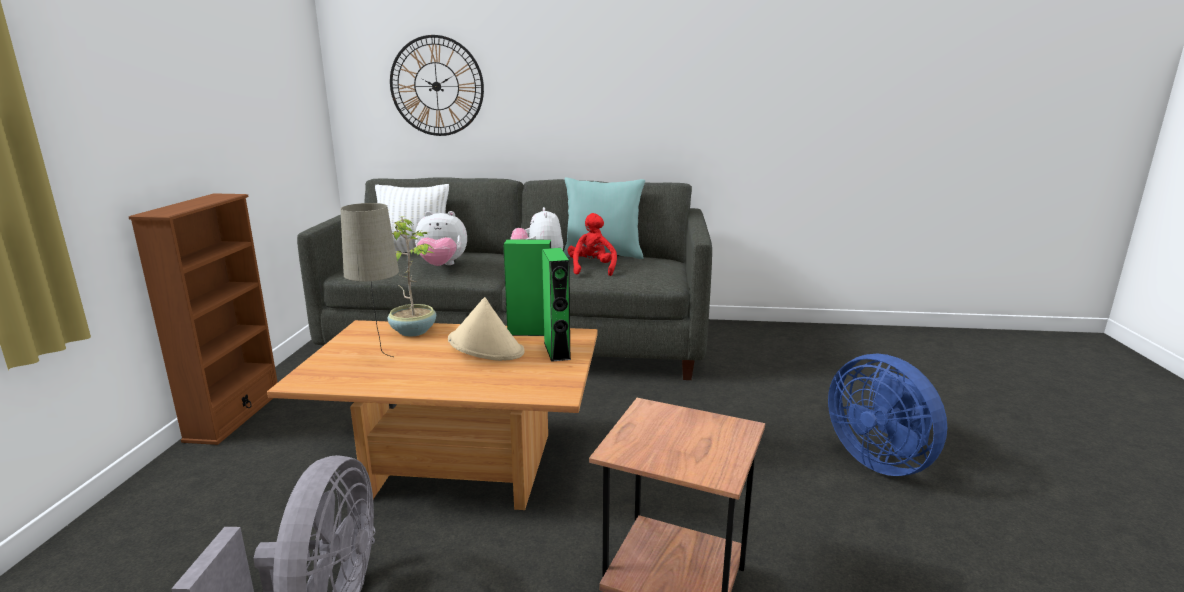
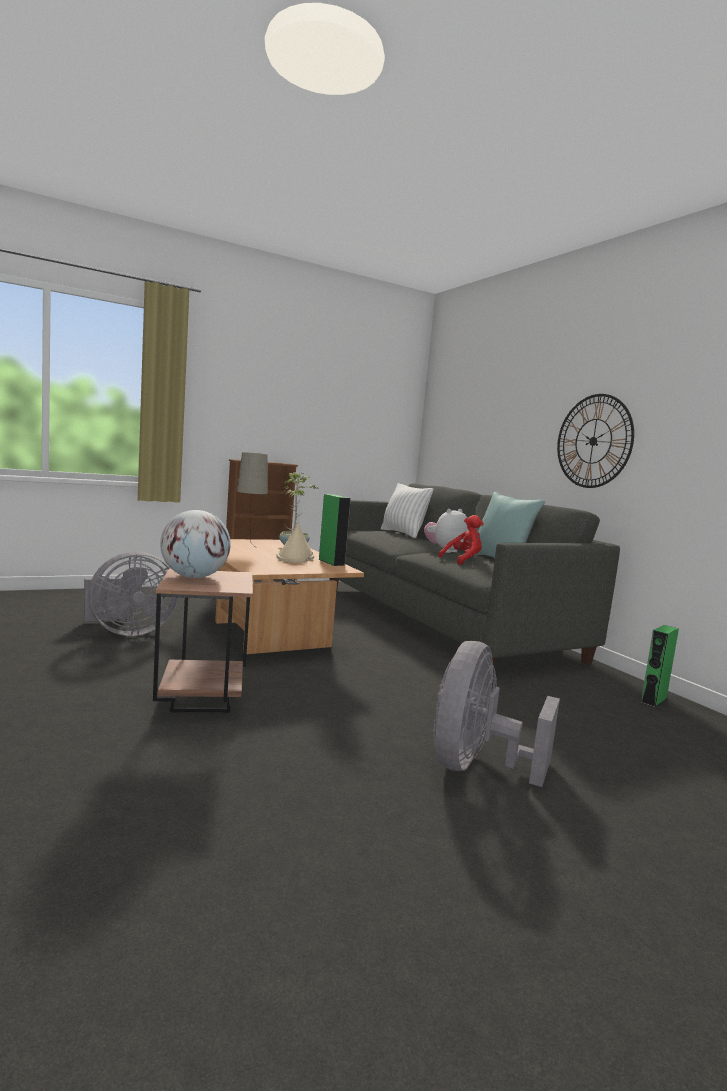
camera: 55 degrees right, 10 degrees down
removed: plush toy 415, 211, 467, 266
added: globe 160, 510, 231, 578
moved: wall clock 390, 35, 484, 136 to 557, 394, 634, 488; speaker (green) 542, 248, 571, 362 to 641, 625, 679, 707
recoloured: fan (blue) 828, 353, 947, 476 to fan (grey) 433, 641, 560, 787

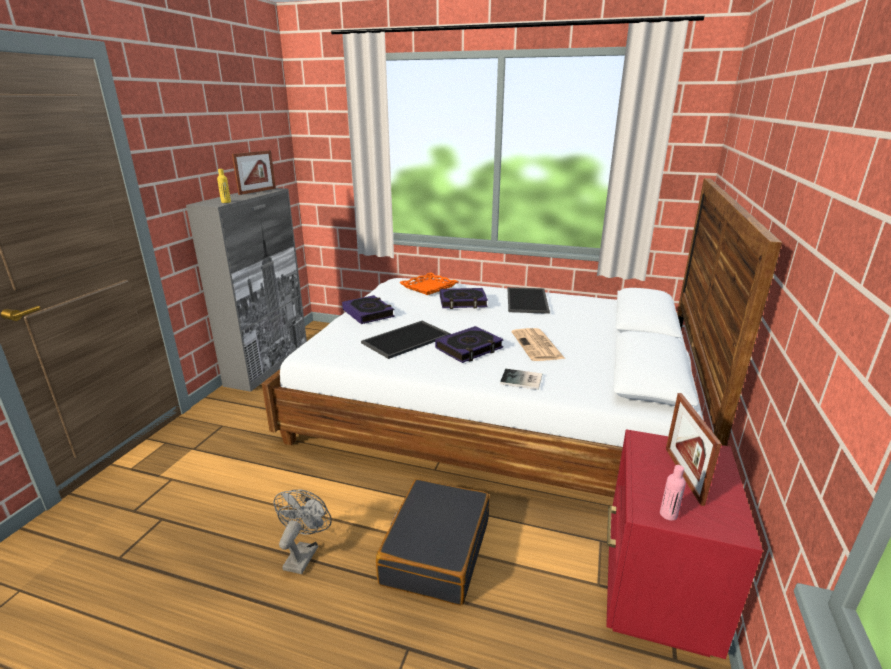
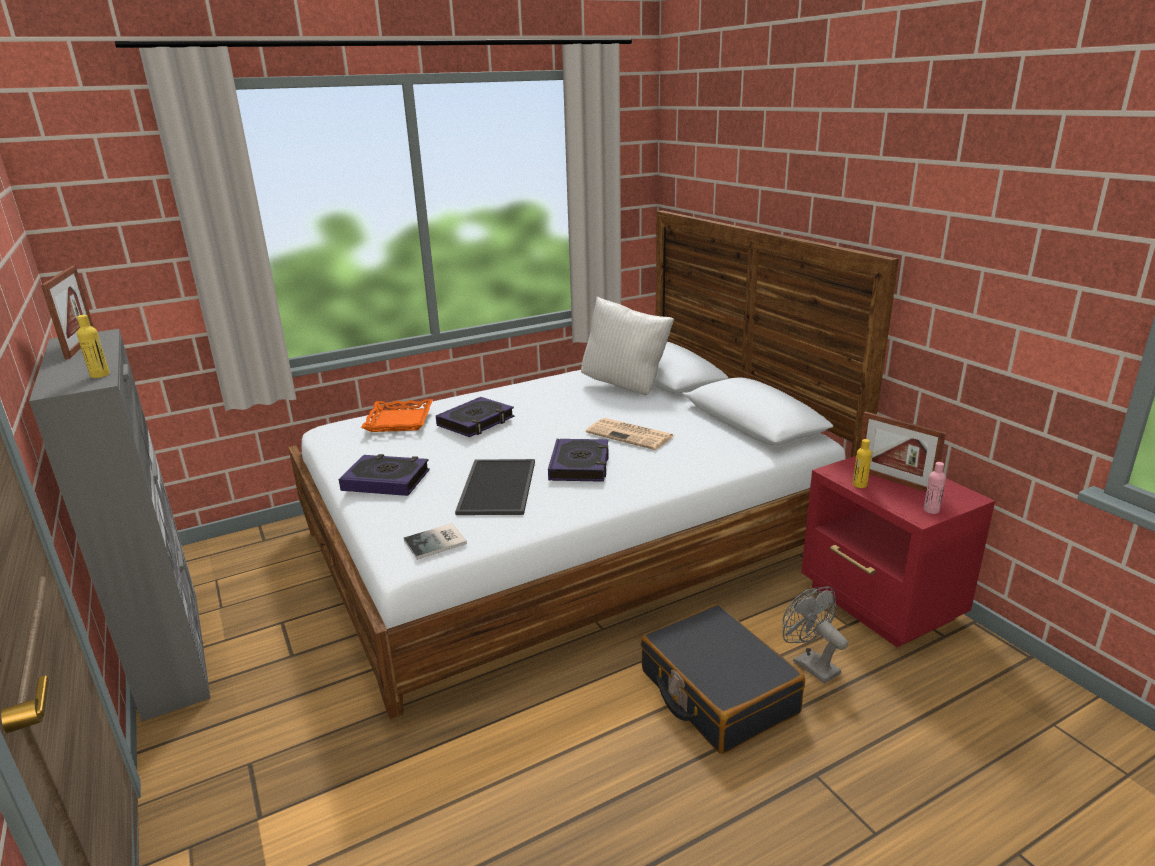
camera: 45 degrees left, 0 degrees up
removed: tray 507, 287, 550, 314
added: pillow (white) 581, 296, 674, 395; bottle (yellow) 853, 439, 872, 488
moved: book 500, 369, 542, 390 to 404, 523, 467, 560; fan (grey) 274, 490, 332, 574 to 783, 586, 848, 684

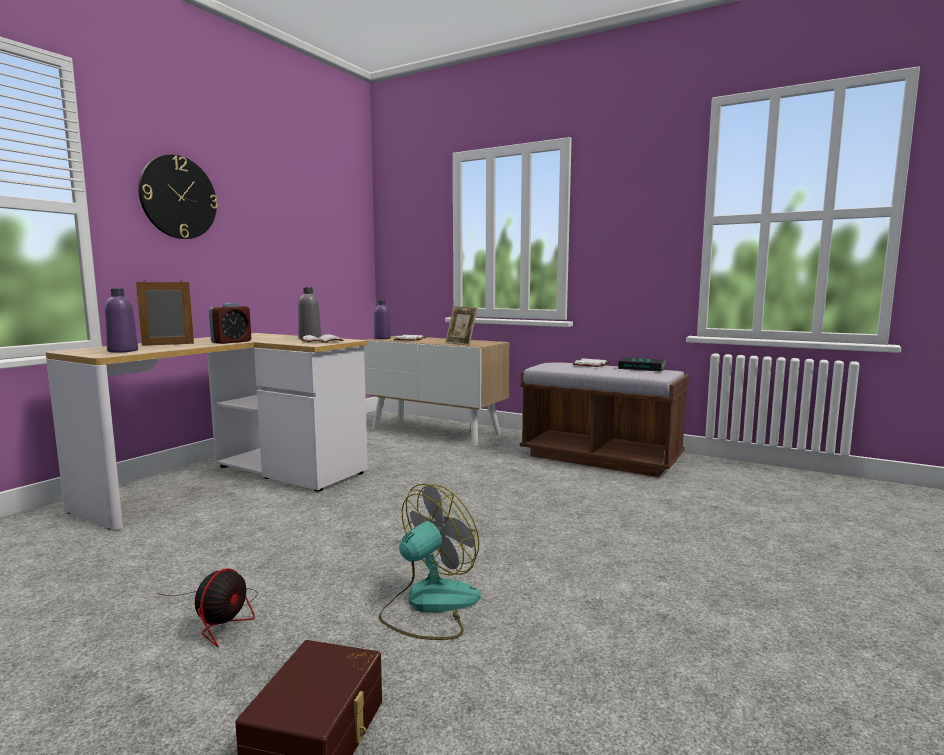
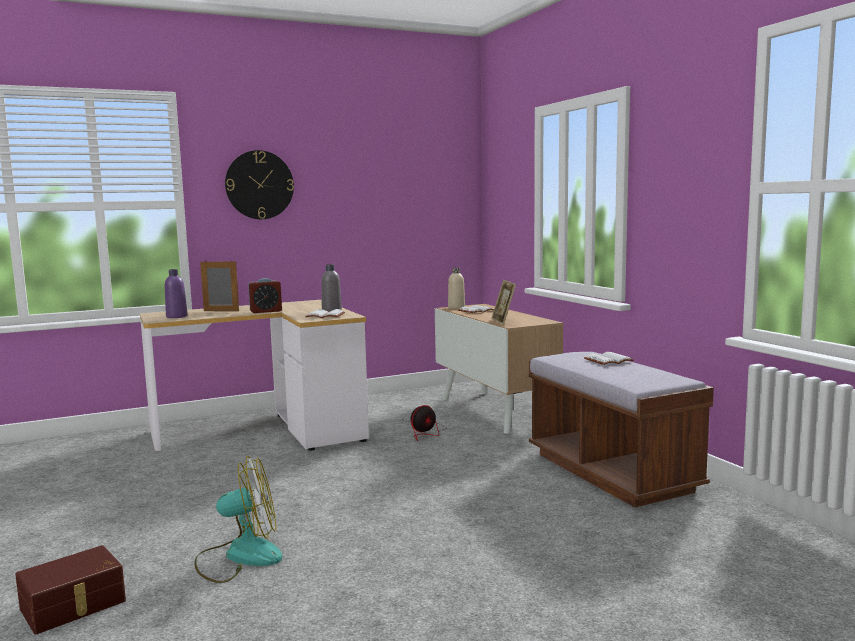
camera: 35 degrees right, 0 degrees up
removed: book 618, 357, 666, 372
moved: fan 156, 568, 258, 647 to 404, 405, 447, 441
recoloured: bottle (purple) 374, 300, 391, 339 to bottle (beige) 448, 268, 465, 309

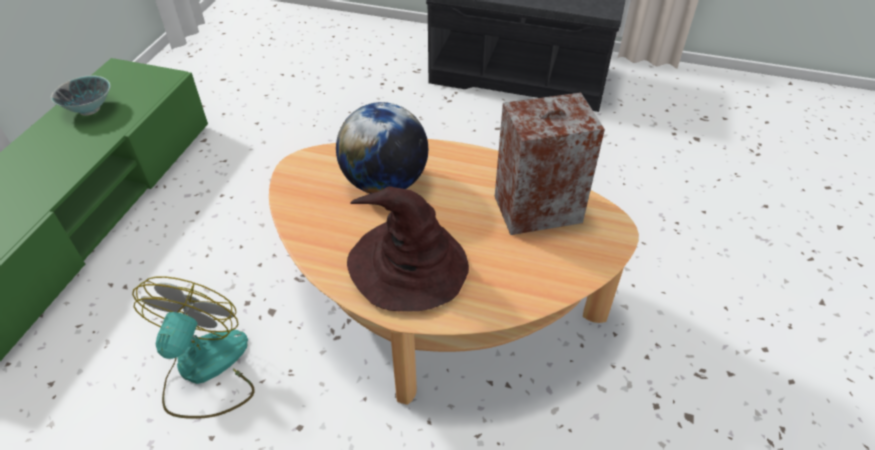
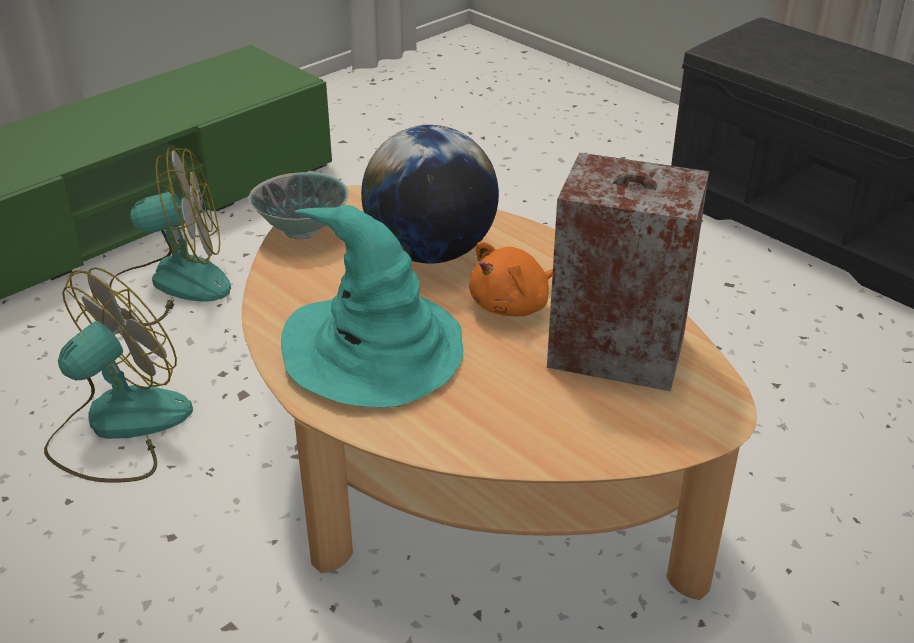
camera: 30 degrees right, 10 degrees down
added: fan 109, 145, 231, 326; plush toy (orange) 469, 242, 553, 316
moved: bowl 51, 75, 111, 116 to 249, 172, 349, 239
recoloured: hat (brown) 347, 186, 469, 311 to hat (turquoise) 281, 205, 463, 408

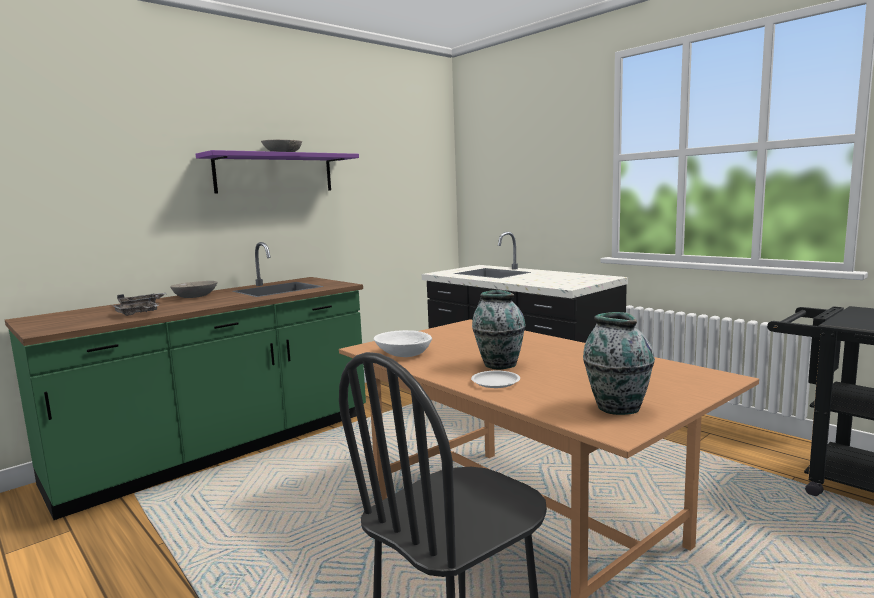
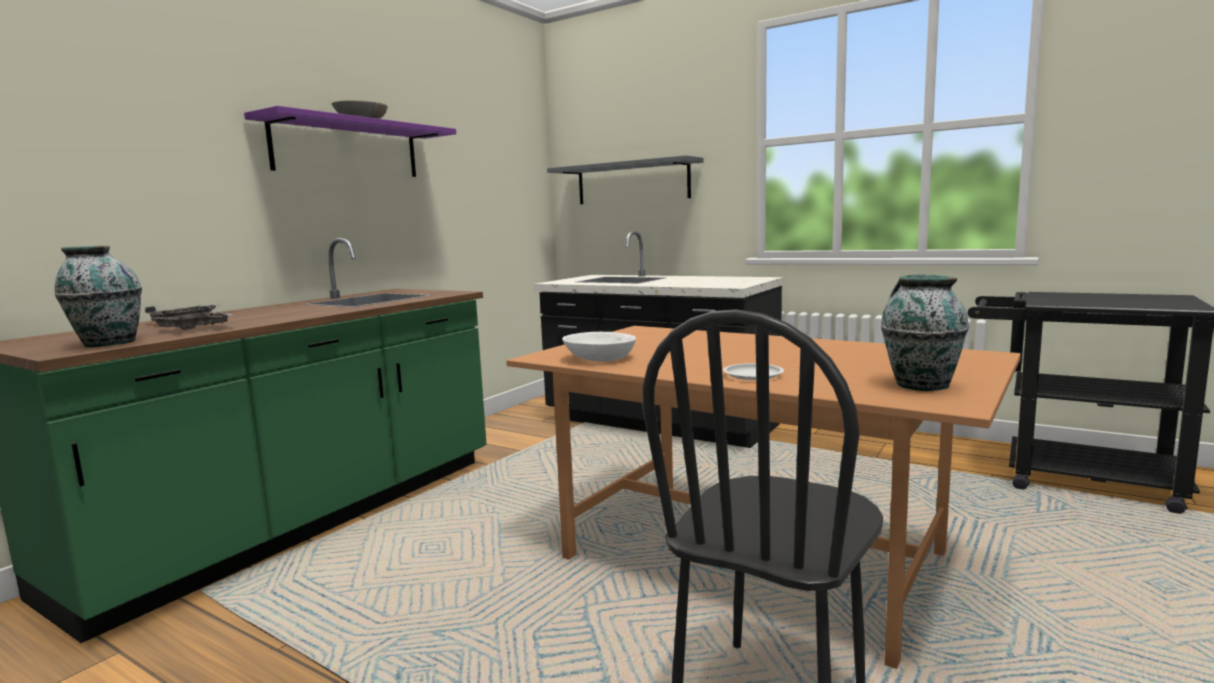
camera: 15 degrees left, 0 degrees up
removed: bowl (grey) 170, 281, 218, 298
added: shelf (grey) 547, 155, 704, 204
moved: vase 472, 290, 526, 370 to 55, 245, 142, 347

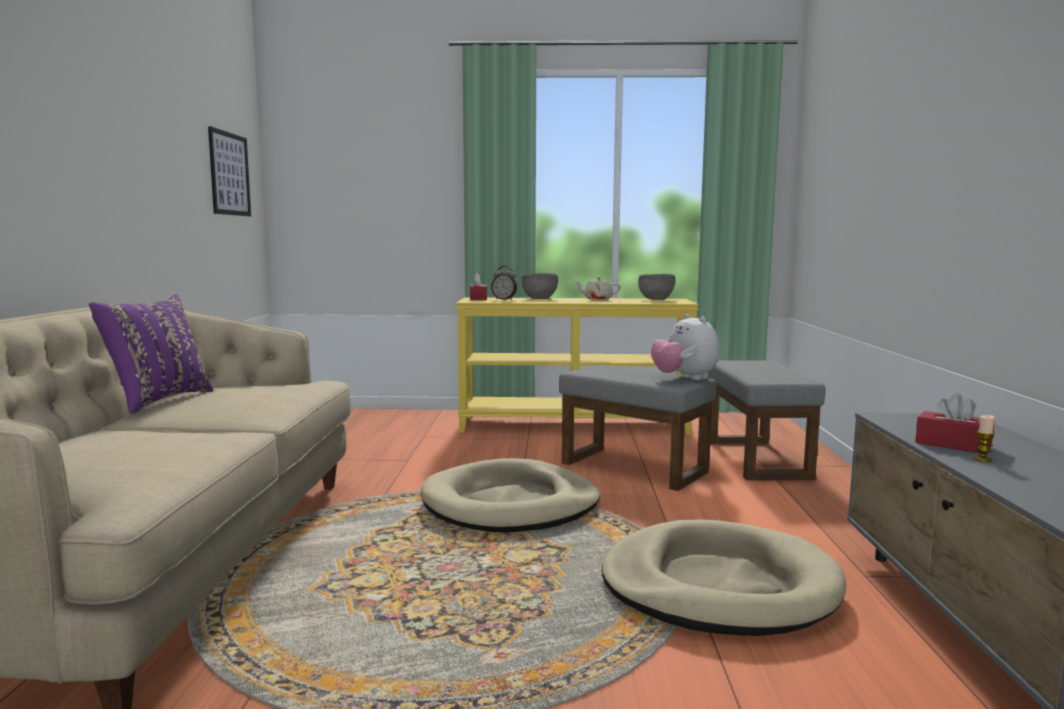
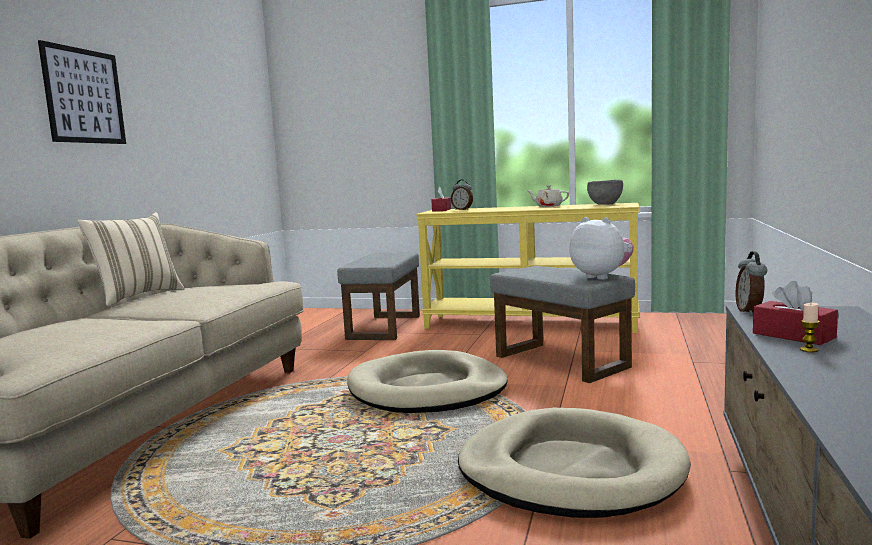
camera: 15 degrees right, 0 degrees up
removed: bowl (grey) 522, 273, 558, 299
added: alarm clock 736, 251, 767, 315
moved: picture 208, 126, 251, 216 to 38, 40, 126, 144; ottoman (grey) 708, 360, 825, 481 to 337, 253, 420, 340
recoloured: pillow (purple) 89, 294, 213, 414 to pillow (beige) 77, 212, 185, 306
turned: plush toy 651, 314, 719, 380 = 570, 217, 634, 280 150 degrees clockwise

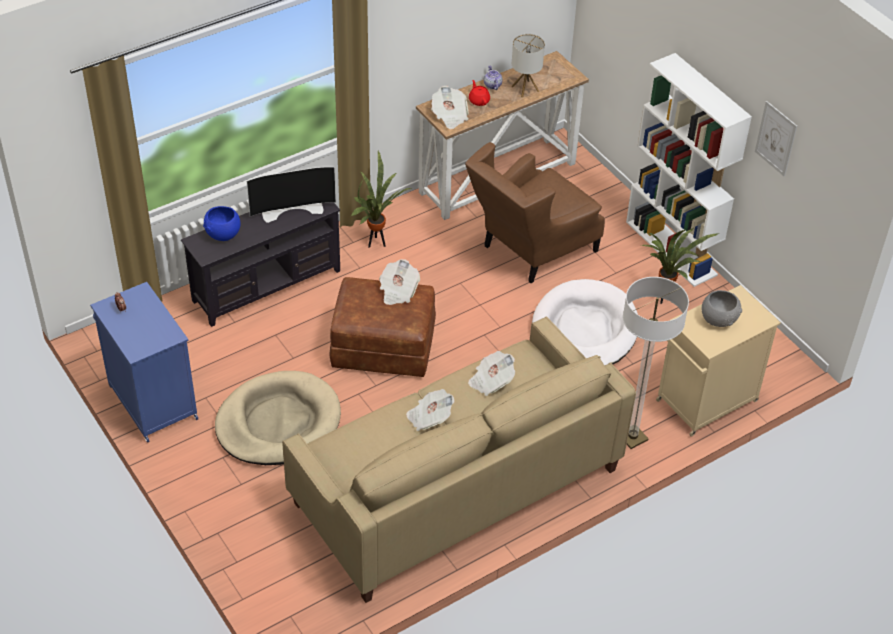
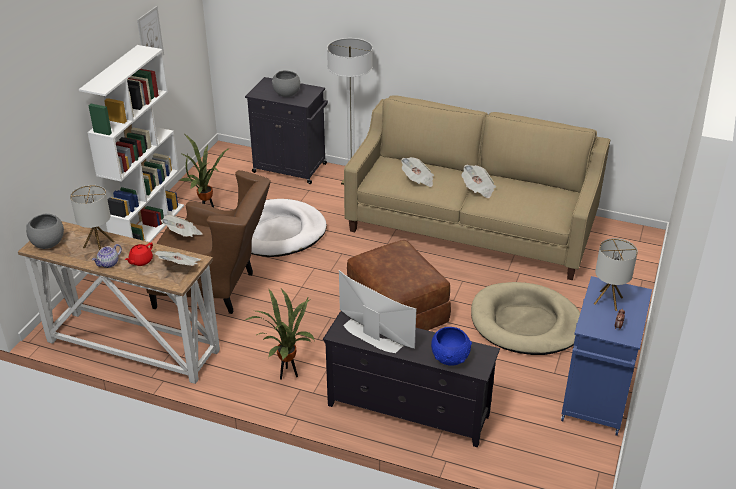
camera: 125 degrees left, 10 degrees down
added: bowl (grey) 26, 214, 64, 249; table lamp 594, 238, 638, 311
moved: newspaper 379, 259, 420, 305 to 160, 215, 203, 237
recoloured: cabinet (beige) 656, 285, 781, 437 to cabinet (black) 245, 77, 328, 184

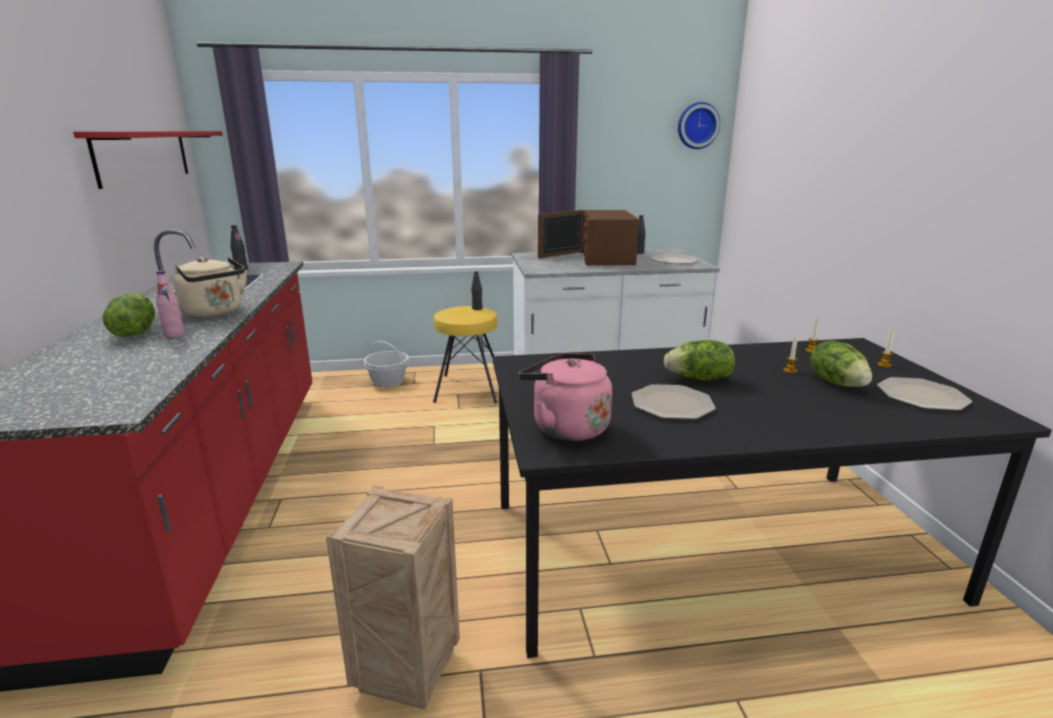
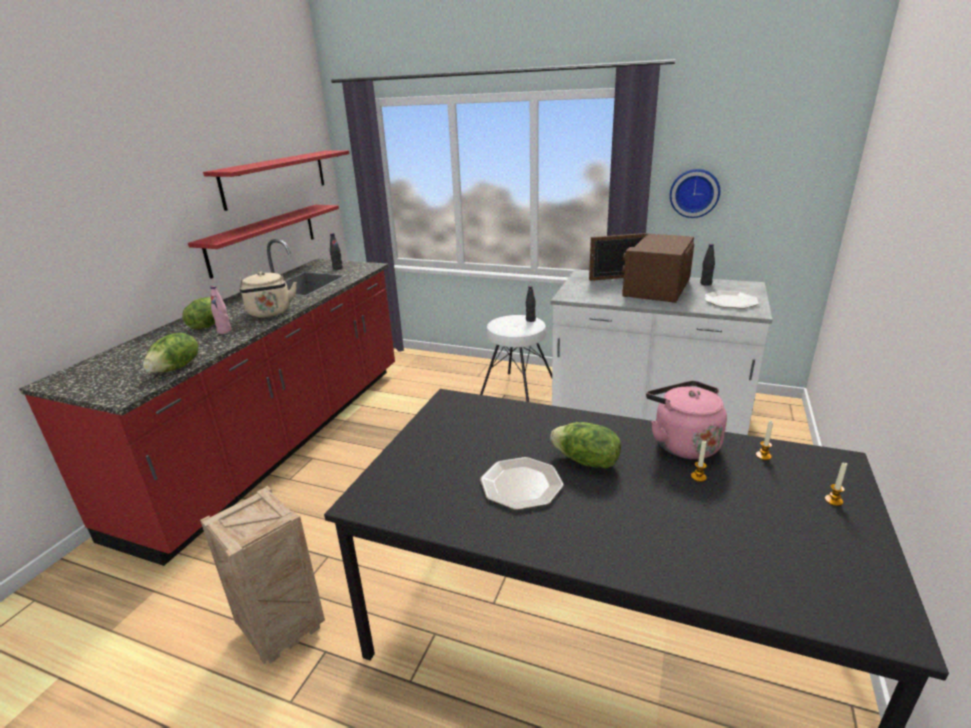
camera: 30 degrees right, 5 degrees up
removed: basket 364, 341, 409, 388; plate 877, 377, 972, 411
added: shelf (red) 188, 205, 339, 279
moved: wall clock 678, 102, 720, 149 to 670, 169, 720, 218; lettuce 811, 341, 872, 387 to 143, 333, 198, 373; kettle (pink) 519, 353, 612, 441 to 646, 381, 727, 459
recoloured: stool (yellow) 433, 306, 498, 404 to stool (white) 480, 315, 552, 402

